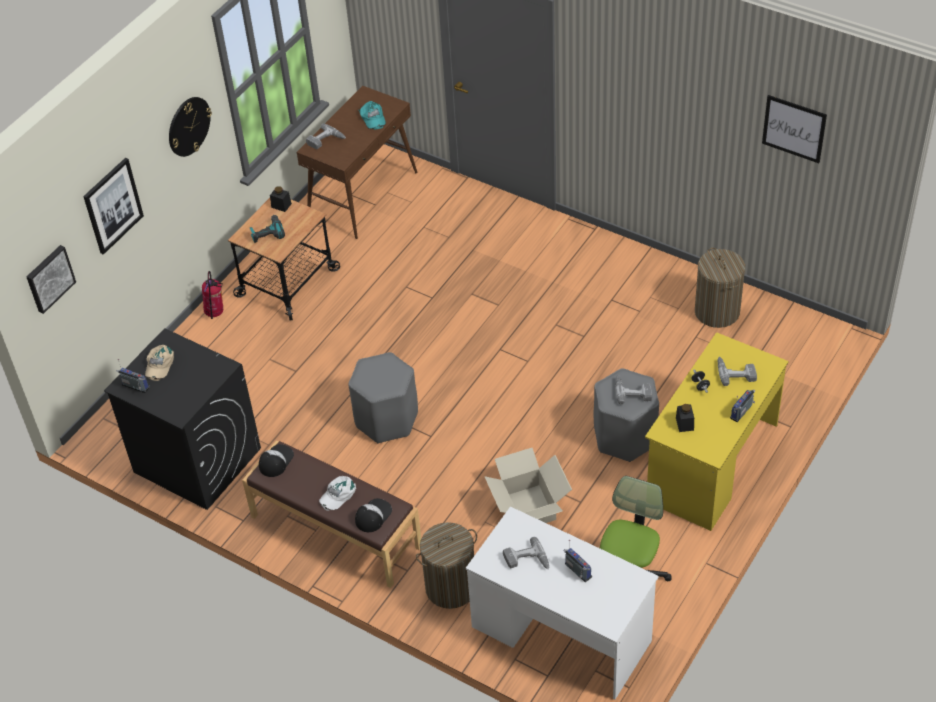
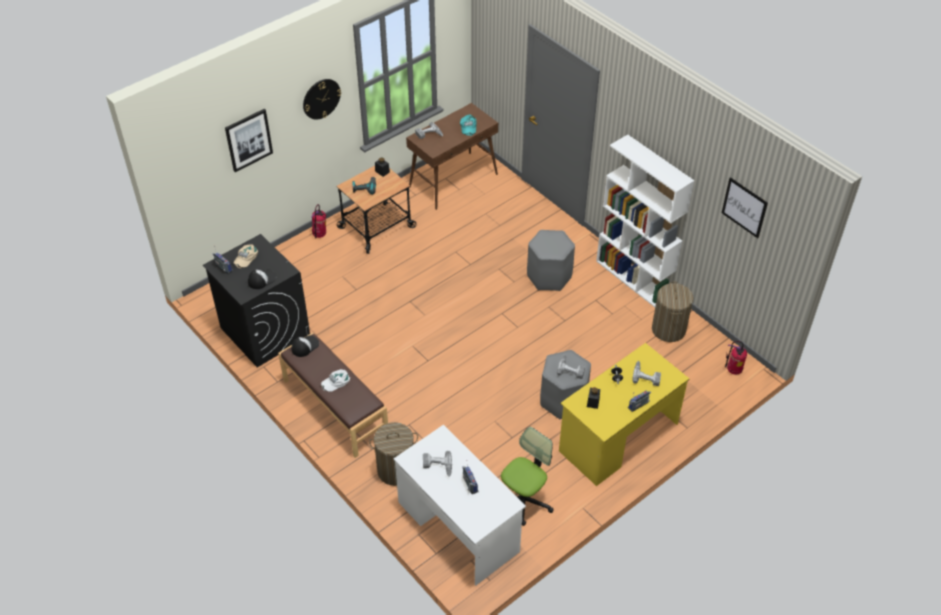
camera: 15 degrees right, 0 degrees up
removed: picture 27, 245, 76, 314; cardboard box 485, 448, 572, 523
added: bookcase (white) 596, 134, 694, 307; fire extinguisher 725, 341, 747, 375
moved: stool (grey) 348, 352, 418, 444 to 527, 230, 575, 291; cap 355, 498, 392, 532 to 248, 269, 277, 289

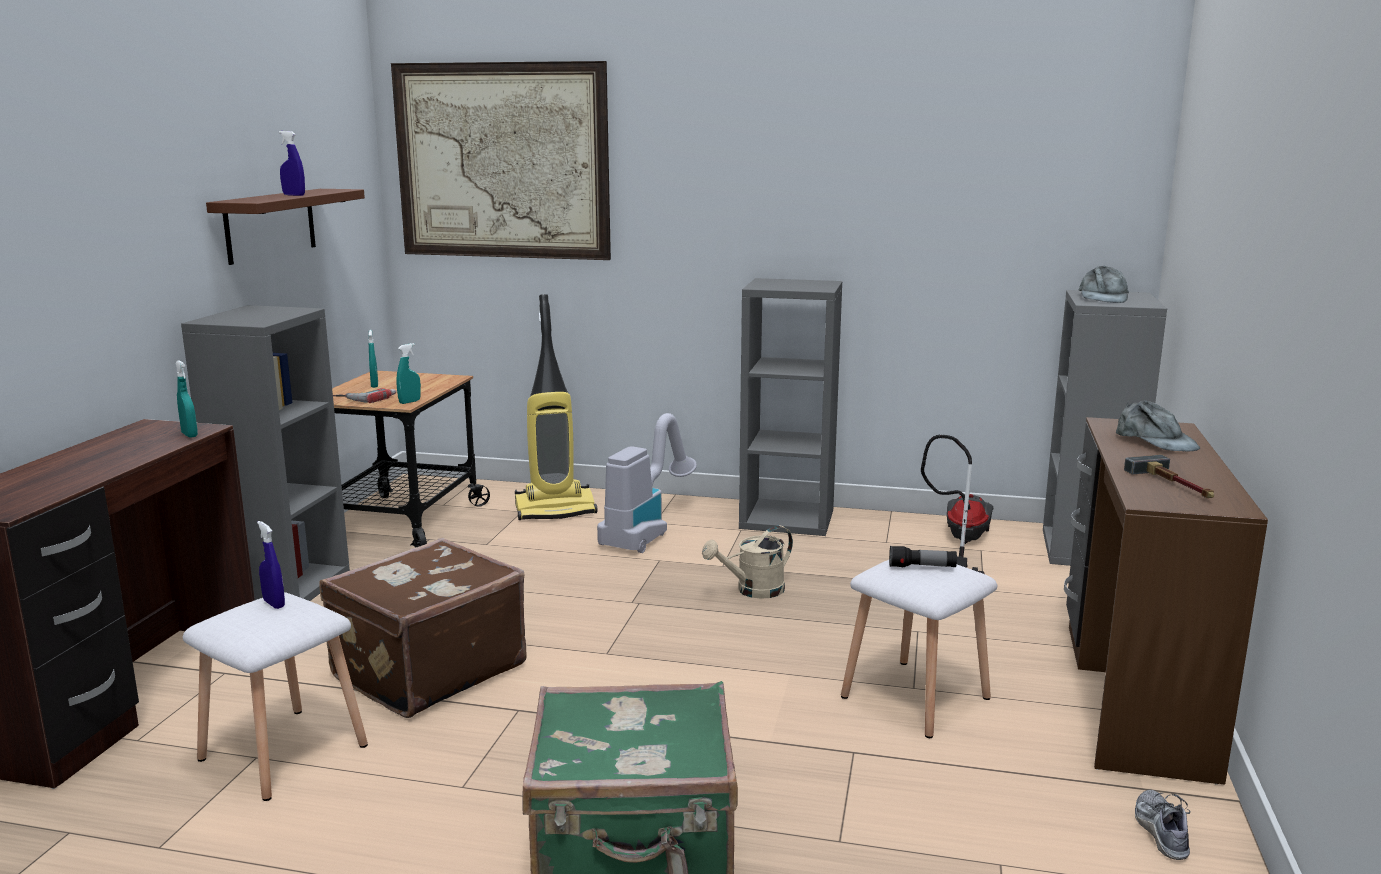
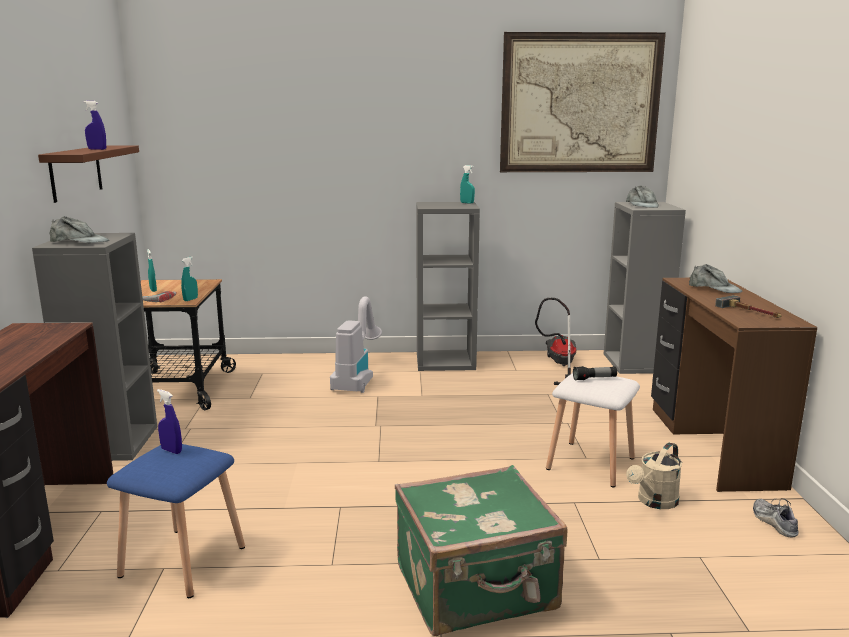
camera: 15 degrees left, 0 degrees up
removed: vacuum cleaner 515, 294, 597, 520; suitcase (brown) 319, 538, 527, 718
added: cap (grey) 50, 216, 109, 243
moved: picture 391, 61, 611, 260 to 500, 32, 666, 172; spray bottle (turquoise) 175, 361, 198, 437 to 460, 165, 475, 204; watering can (beige) 702, 525, 793, 599 to 626, 442, 682, 509
recoloured: stool (white) 183, 592, 368, 801 to stool (blue) 107, 444, 245, 598

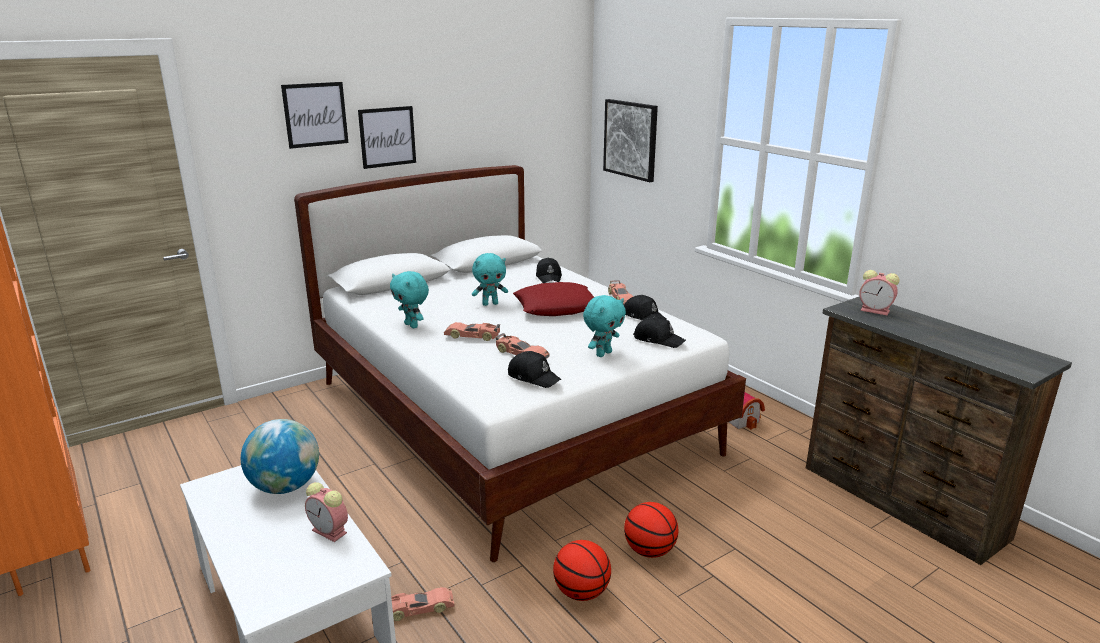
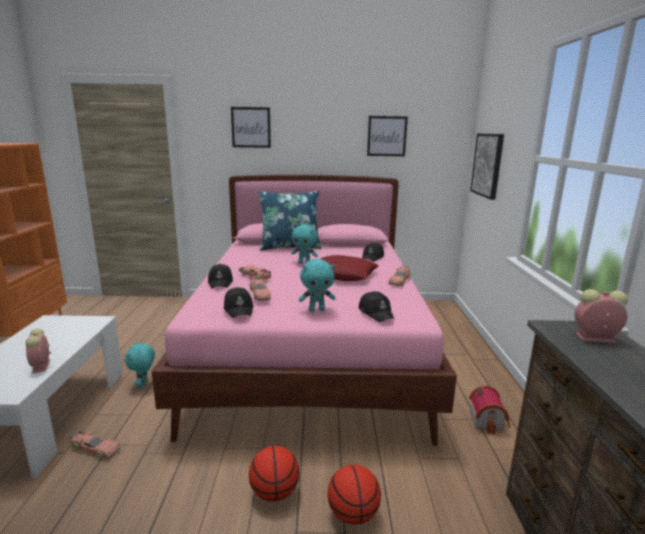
camera: 35 degrees right, 5 degrees down
removed: globe 241, 419, 319, 494
added: pillow (blue) 258, 191, 321, 251
moved: picture 358, 106, 416, 169 to 367, 116, 408, 156; plush toy (turquoise) 390, 271, 429, 328 to 125, 343, 155, 388; cap (black) 624, 295, 667, 320 to 208, 264, 233, 288; basketball 553, 540, 611, 601 to 328, 464, 381, 525
recoloured: bed (white) 294, 165, 746, 562 to bed (pink) 151, 175, 457, 446
turned: alarm clock 859, 270, 899, 316 = 575, 289, 628, 343 120 degrees clockwise

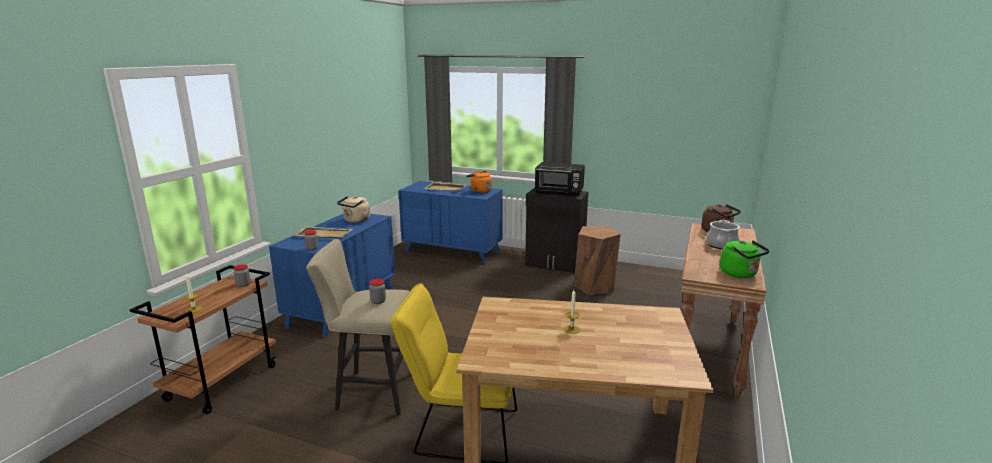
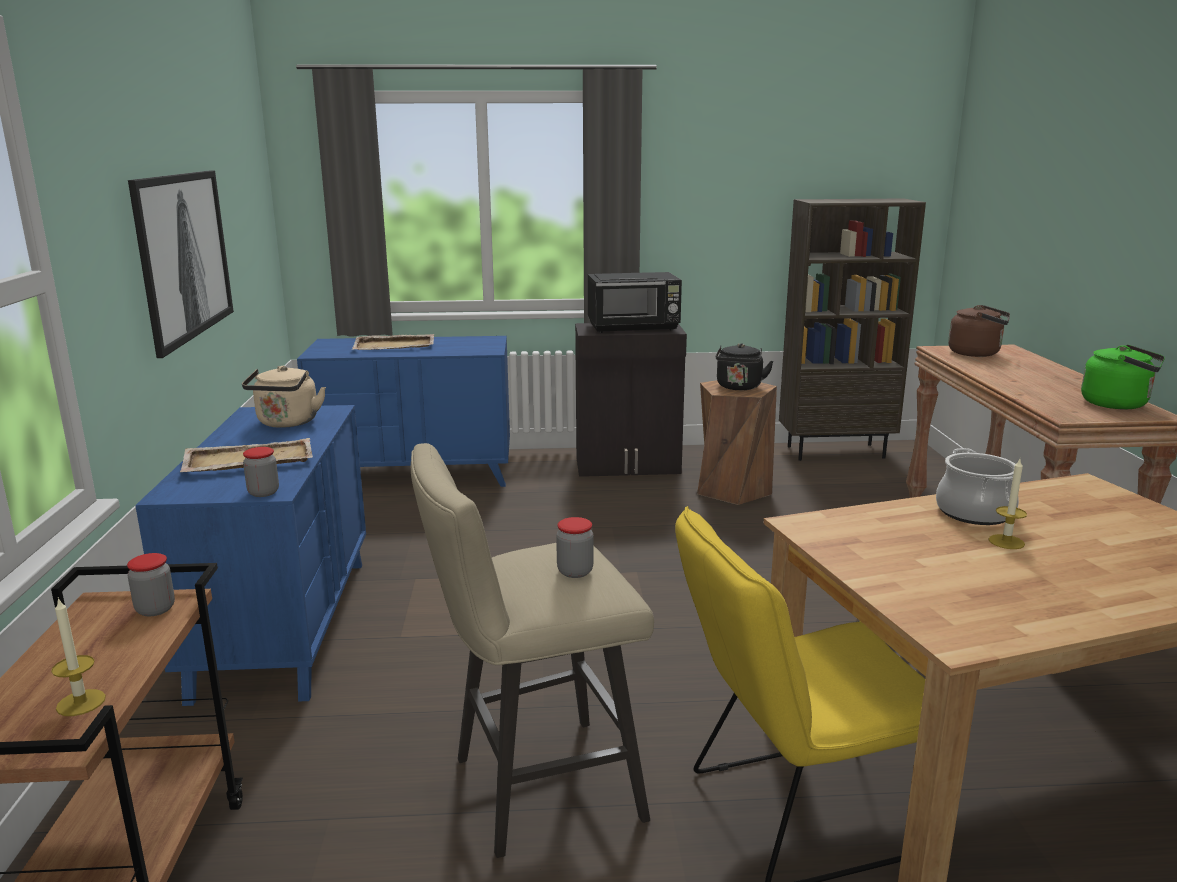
camera: 25 degrees left, 0 degrees up
removed: kettle (orange) 466, 171, 492, 193
added: picture 128, 170, 234, 358; bookcase (brown) 779, 198, 926, 461; kettle (black) 716, 343, 774, 390
moved: cooking pot 706, 220, 740, 250 to 936, 448, 1019, 525

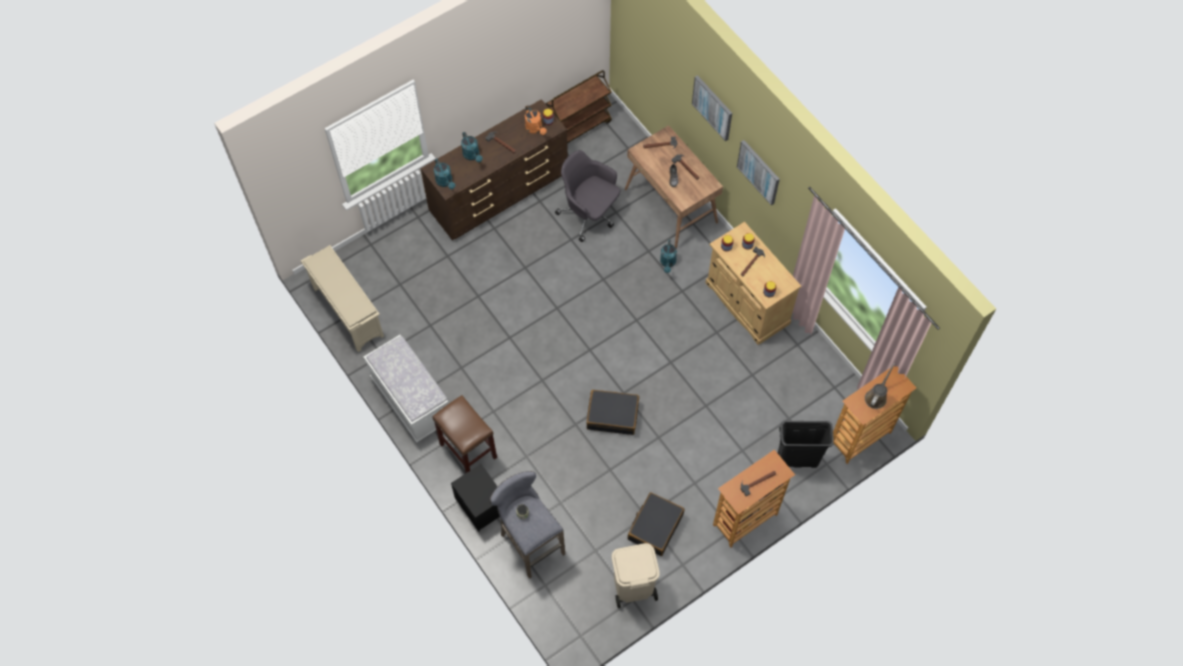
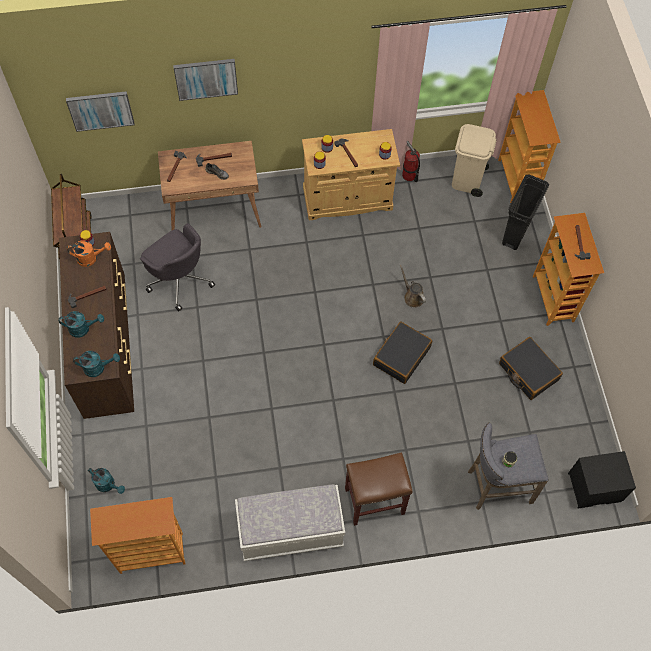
camera: 65 degrees left, 0 degrees up
added: fire extinguisher 402, 141, 420, 182
moved: picture 737, 140, 780, 206 to 66, 91, 135, 132; watering can (turquoise) 660, 240, 677, 273 to 88, 468, 125, 494; watering can (brown) 865, 363, 895, 409 to 400, 265, 426, 308; nightstand (black) 451, 464, 500, 532 to 568, 451, 636, 508; trash can (beige) 612, 543, 660, 608 to 452, 124, 496, 197
replaced: shoe rack (beige) 301, 245, 384, 352 to bookcase 90, 497, 185, 574
turned: office chair (grey) 555, 150, 620, 242 = 140, 223, 215, 311 105 degrees counterclockwise

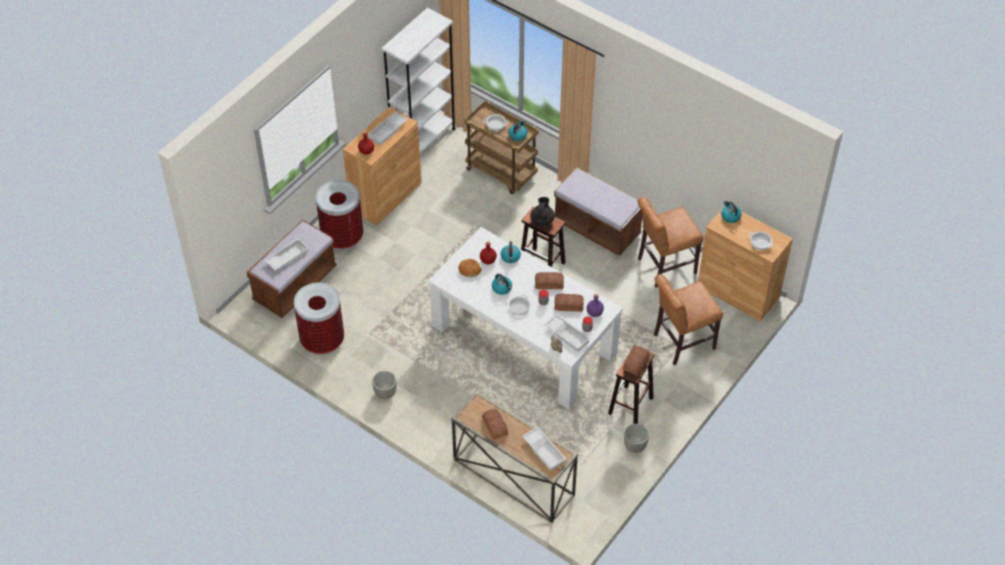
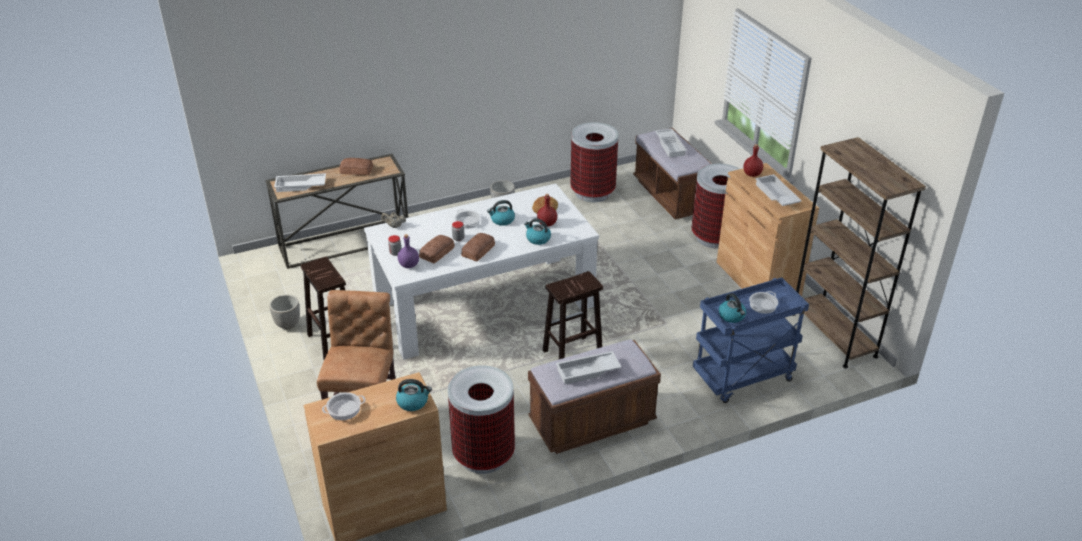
camera: 120 degrees right, 15 degrees down
removed: teapot (black) 530, 197, 555, 226; bread 623, 346, 649, 375
moved: tray (white) 544, 314, 590, 352 to 556, 351, 621, 384
replaced: chair (brown) 638, 197, 703, 287 to trash can 448, 365, 515, 474
recoloured: bookcase (white) 381, 8, 456, 154 to bookcase (brown) 792, 137, 926, 368; cart (brown) 464, 101, 539, 194 to cart (blue) 693, 277, 809, 403

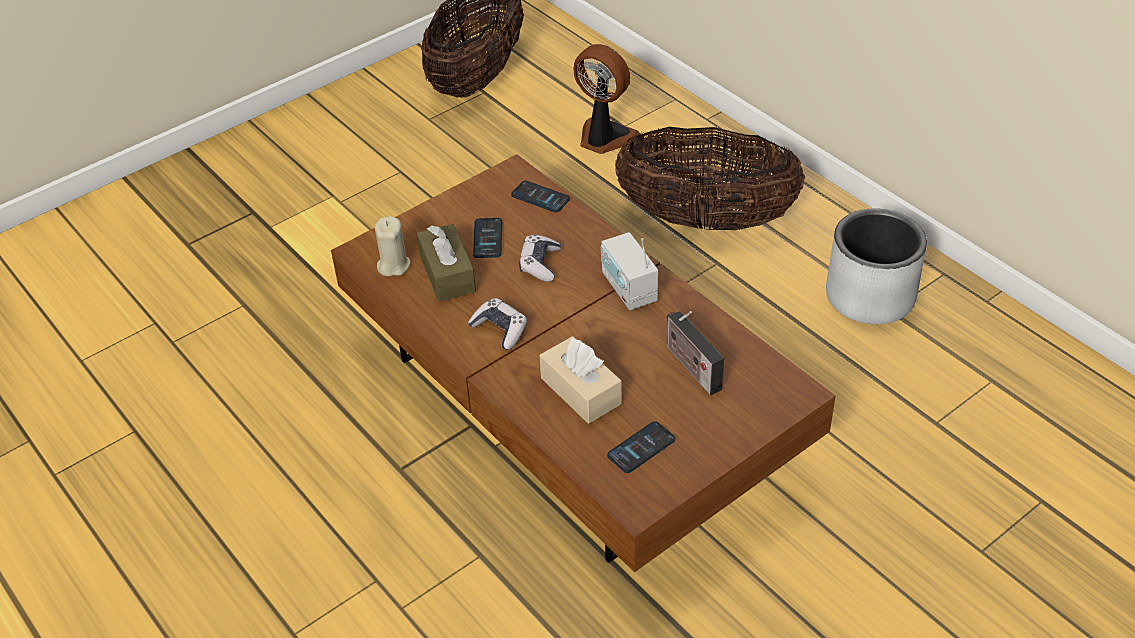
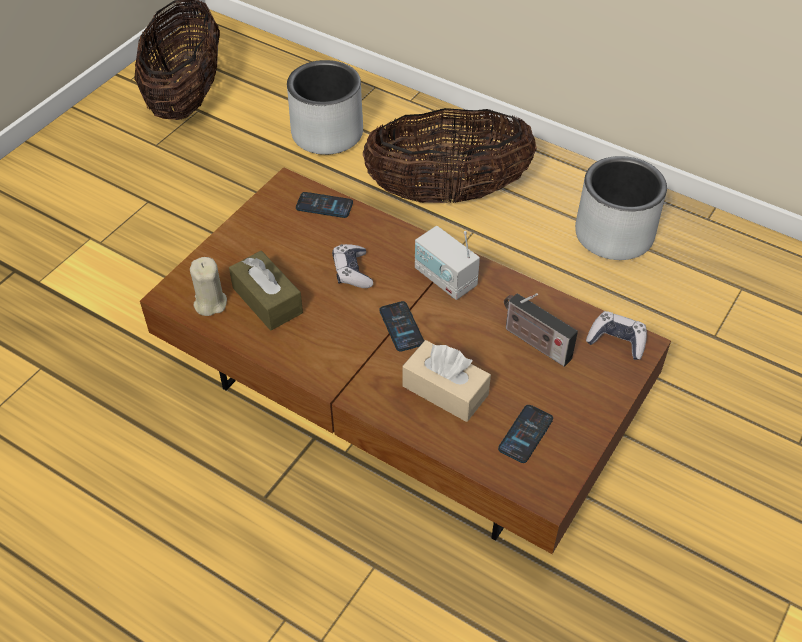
camera: 20 degrees left, 5 degrees up
moved: phone 473, 218, 502, 258 to 379, 301, 424, 352; game controller 468, 298, 527, 350 to 586, 311, 647, 360
replaced: fan 573, 44, 640, 154 to planter (grey) 287, 60, 363, 155

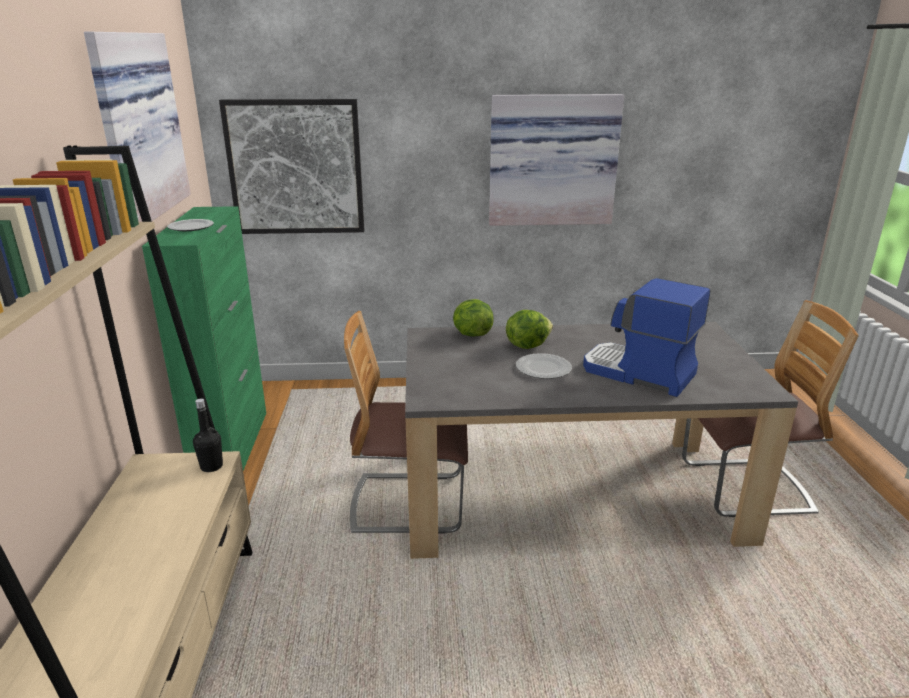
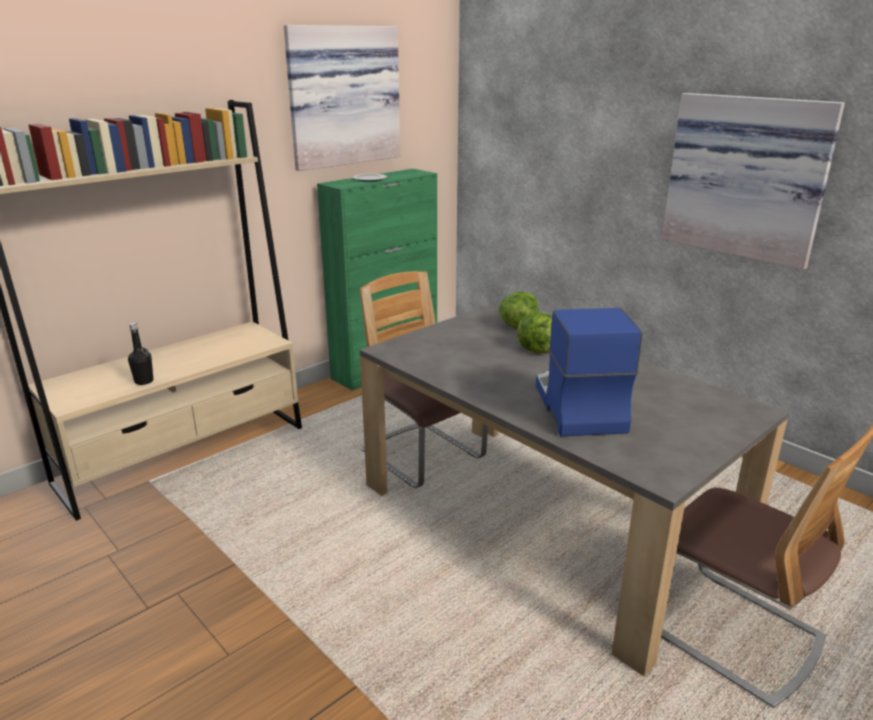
camera: 50 degrees right, 0 degrees up
removed: picture 219, 99, 364, 234; plate 516, 353, 572, 379
moved: bottle (black) 193, 398, 223, 472 to 128, 322, 153, 385

